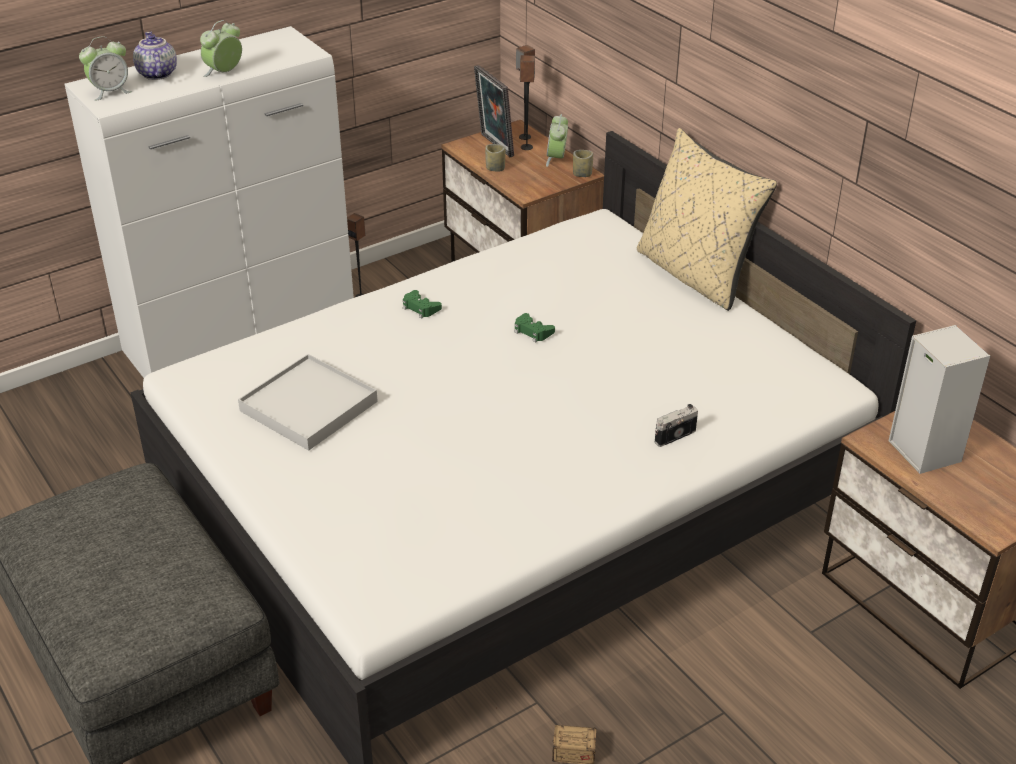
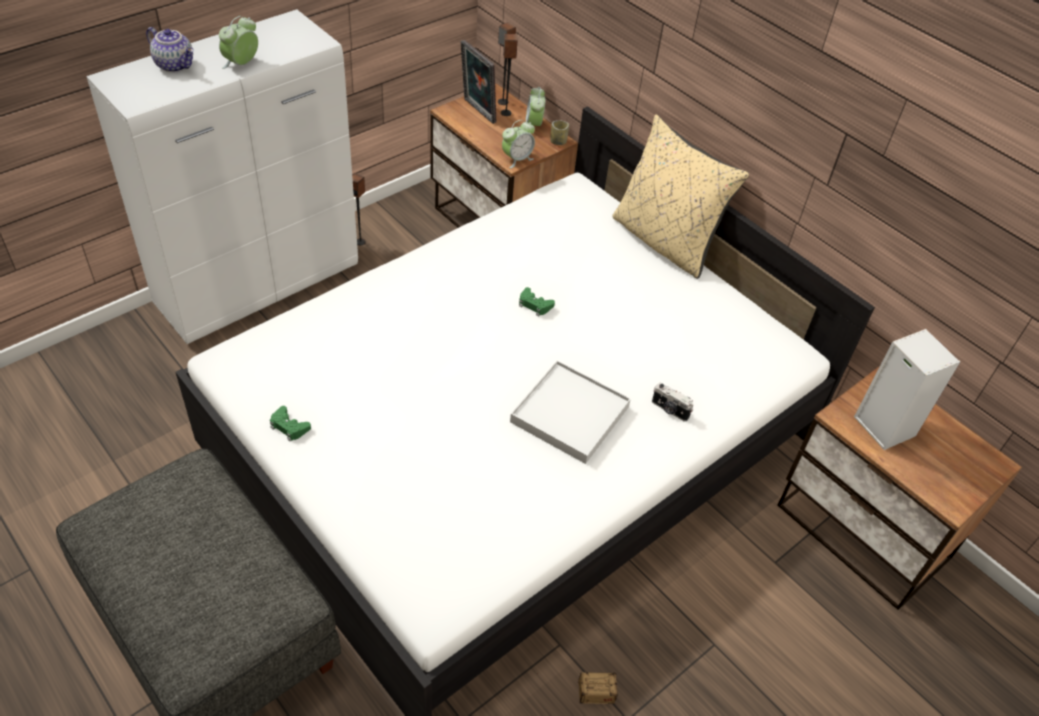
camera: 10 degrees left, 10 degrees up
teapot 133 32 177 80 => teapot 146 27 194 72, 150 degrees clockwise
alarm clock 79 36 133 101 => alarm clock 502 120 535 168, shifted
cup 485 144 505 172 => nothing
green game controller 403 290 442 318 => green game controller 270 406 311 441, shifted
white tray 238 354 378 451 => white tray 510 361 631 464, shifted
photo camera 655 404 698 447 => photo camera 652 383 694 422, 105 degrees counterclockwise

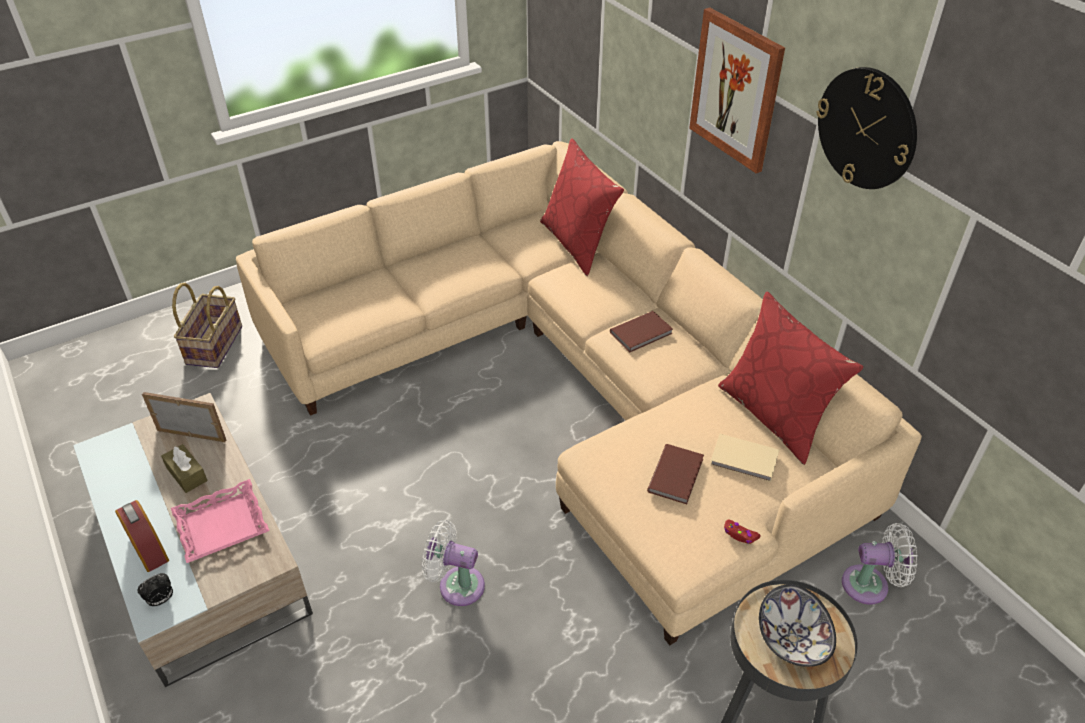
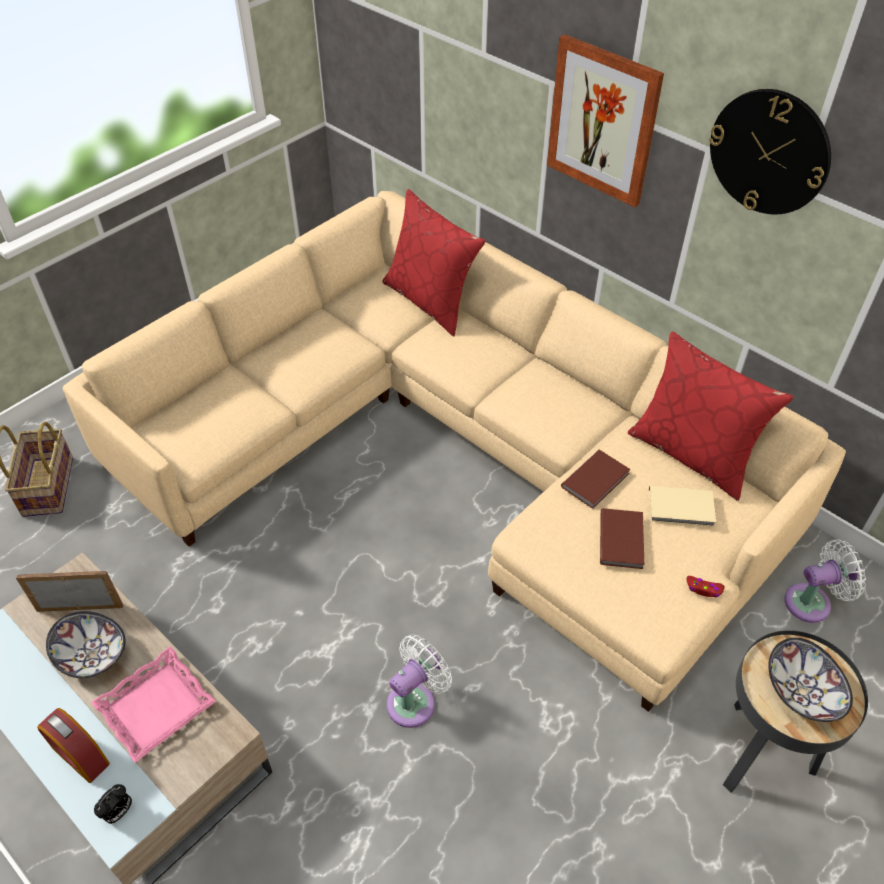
camera: 15 degrees left, 5 degrees up
brown book 610 311 673 352 => brown book 561 450 630 509, shifted
brown tissue box 161 444 208 493 => bowl 46 611 125 678
white fan 422 520 485 606 => white fan 387 635 452 728, 135 degrees clockwise

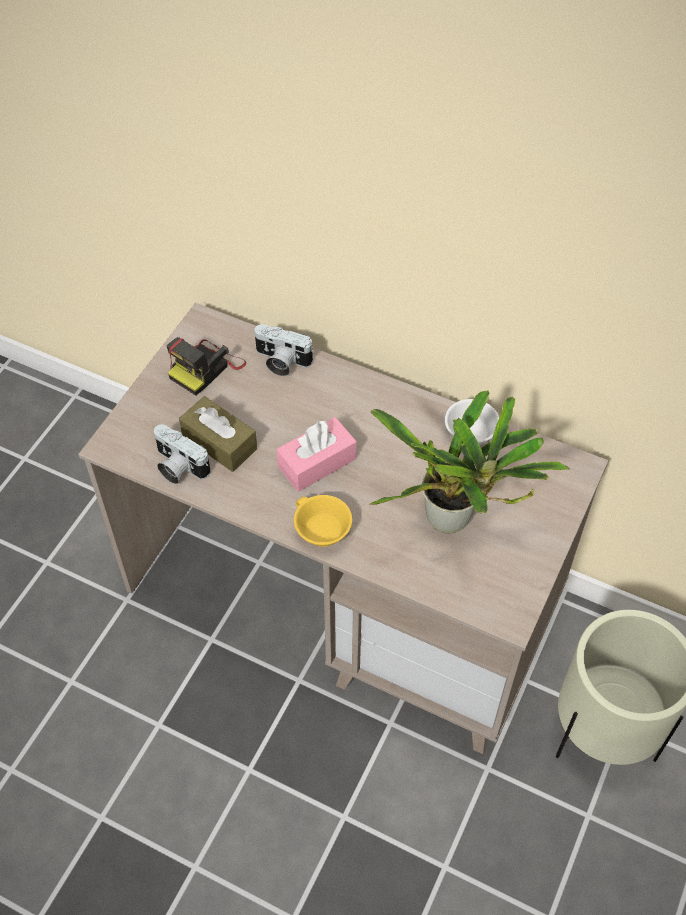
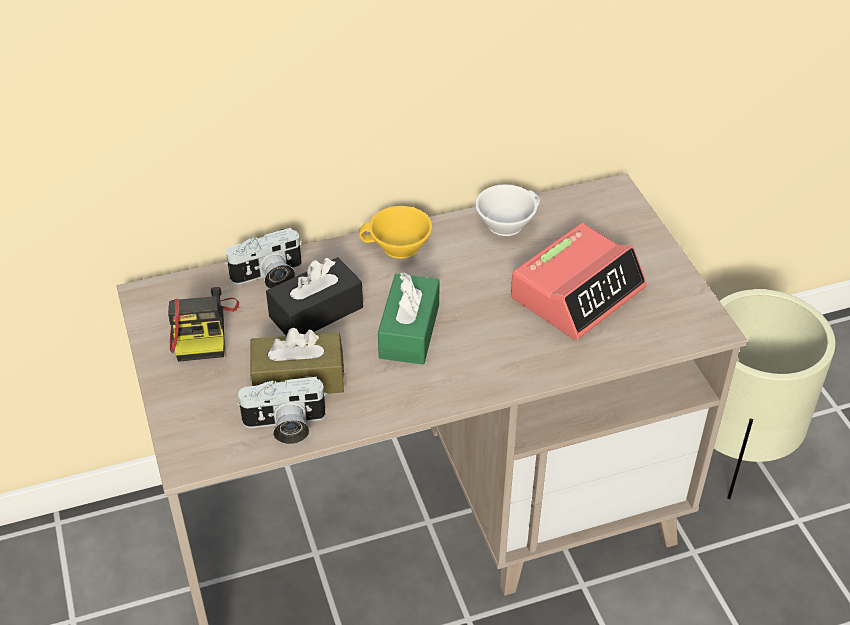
camera: 45 degrees left, 10 degrees down
potted plant 369 390 569 534 => alarm clock 511 223 647 340
pink tissue box 277 417 357 492 => green tissue box 378 272 440 365
yellow cup 294 495 352 547 => yellow cup 359 206 432 259, shifted
nothing => black tissue box 266 257 363 335

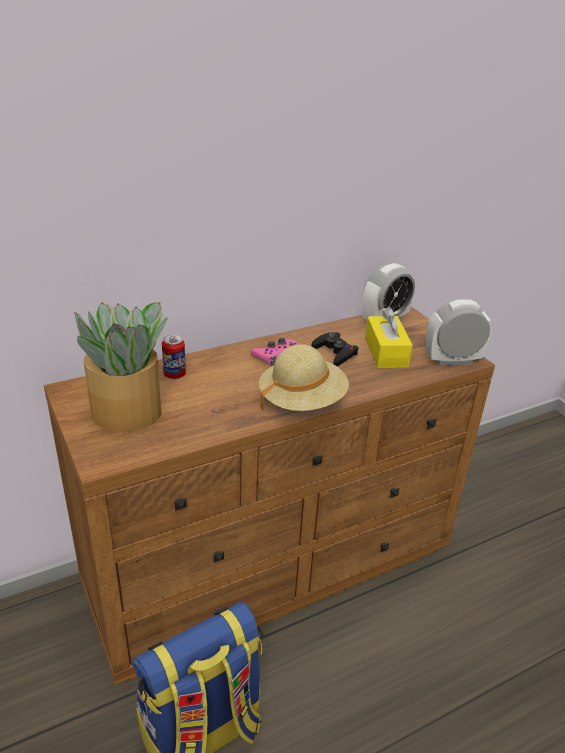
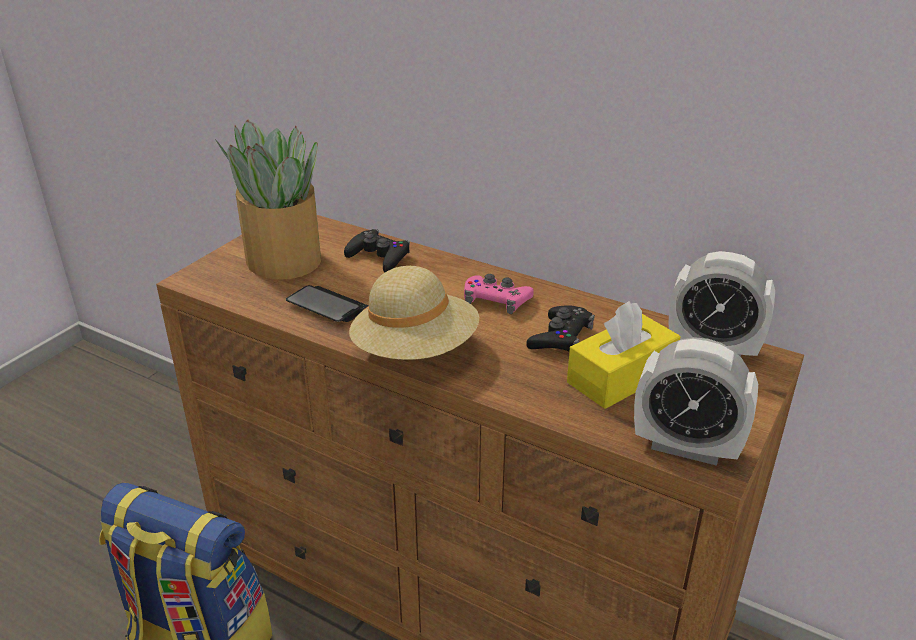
camera: 60 degrees right, 0 degrees up
alarm clock 426 299 492 366 => alarm clock 634 337 758 466, 150 degrees clockwise
can 162 334 186 379 => black game controller 344 229 410 272
nothing => phone 286 285 369 322

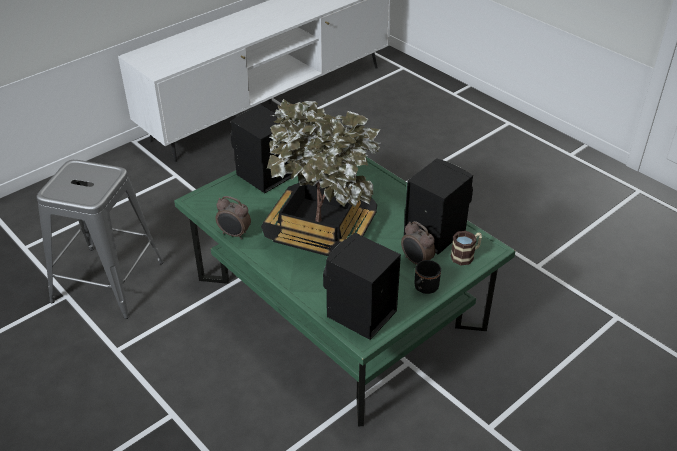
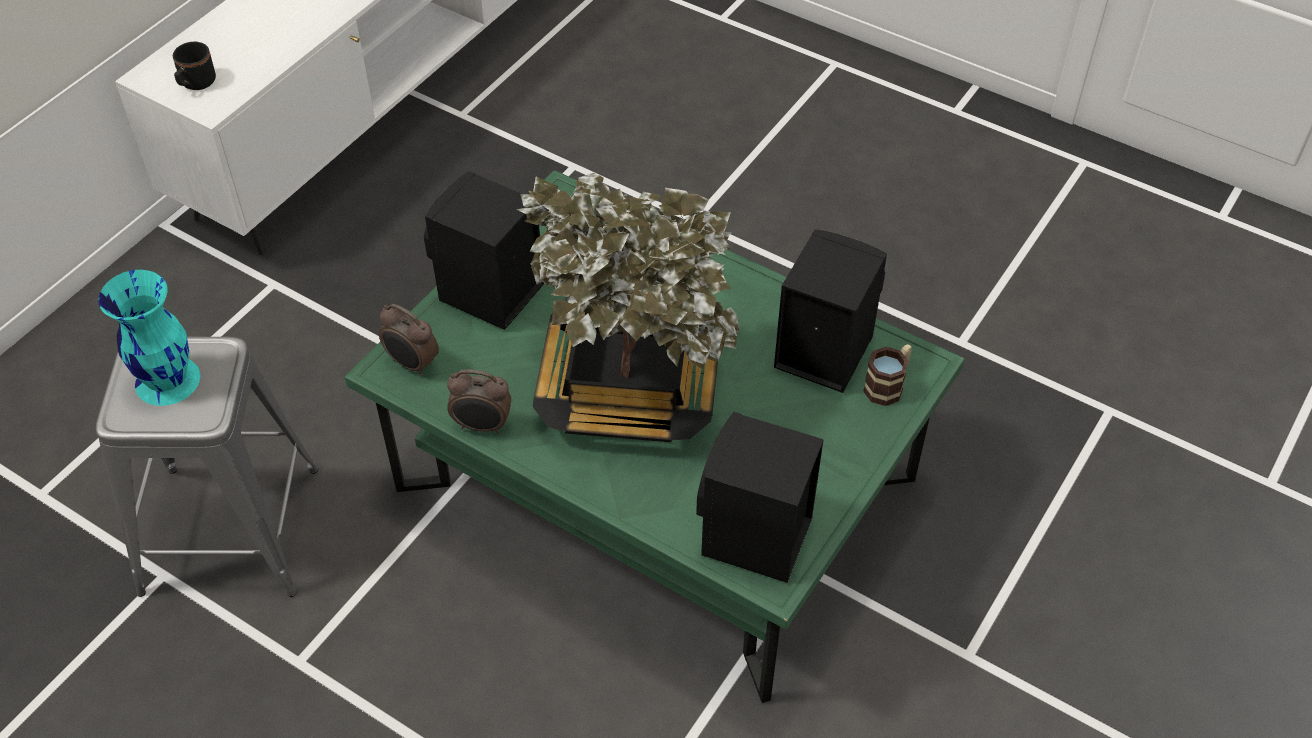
camera: 15 degrees left, 10 degrees up
alarm clock 401 221 435 265 => alarm clock 379 304 439 376, shifted
black mug 415 260 441 294 => black mug 173 42 216 90, shifted
nothing => turquoise vase 98 270 200 406

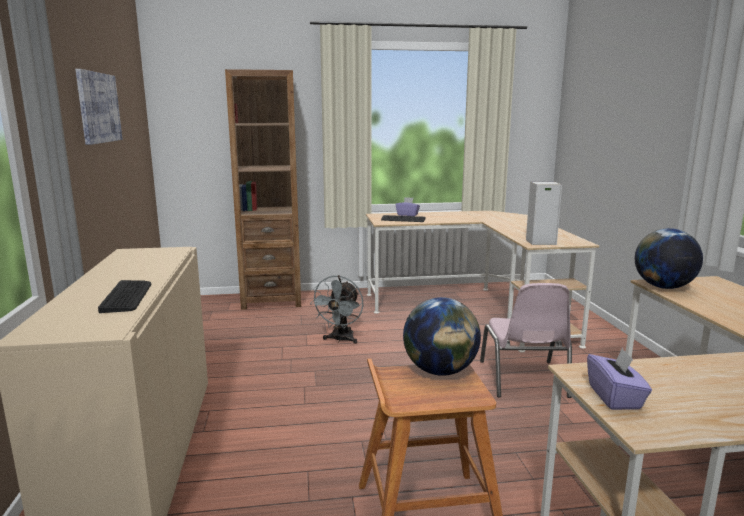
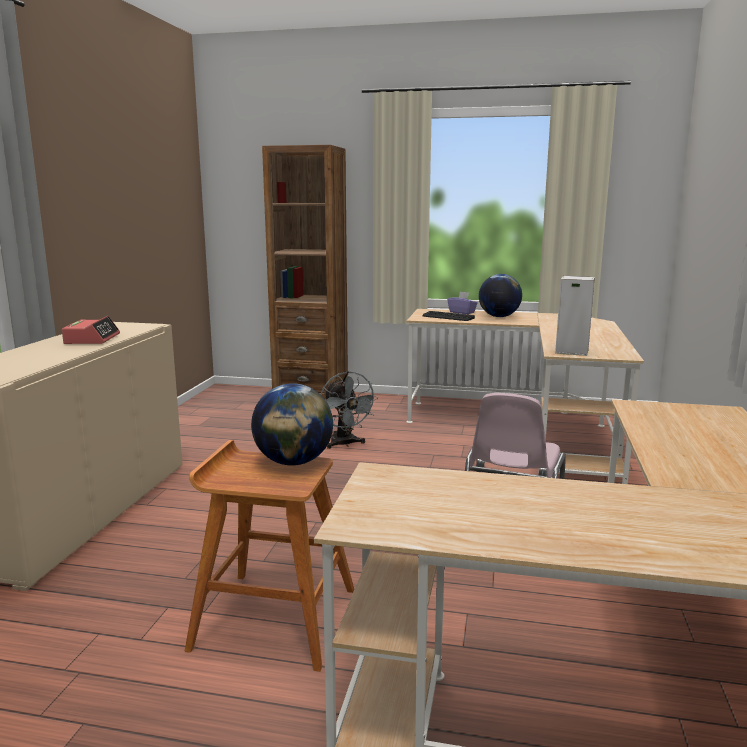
camera: 20 degrees right, 0 degrees up
picture 75 69 123 145 => nothing
globe 635 228 703 289 => globe 479 274 522 317, shifted
grey fan 310 275 364 344 => grey fan 320 371 378 449, 60 degrees counterclockwise
keyboard 98 280 151 313 => nothing
purple tissue box 587 348 652 410 => nothing
nothing => alarm clock 62 316 120 344

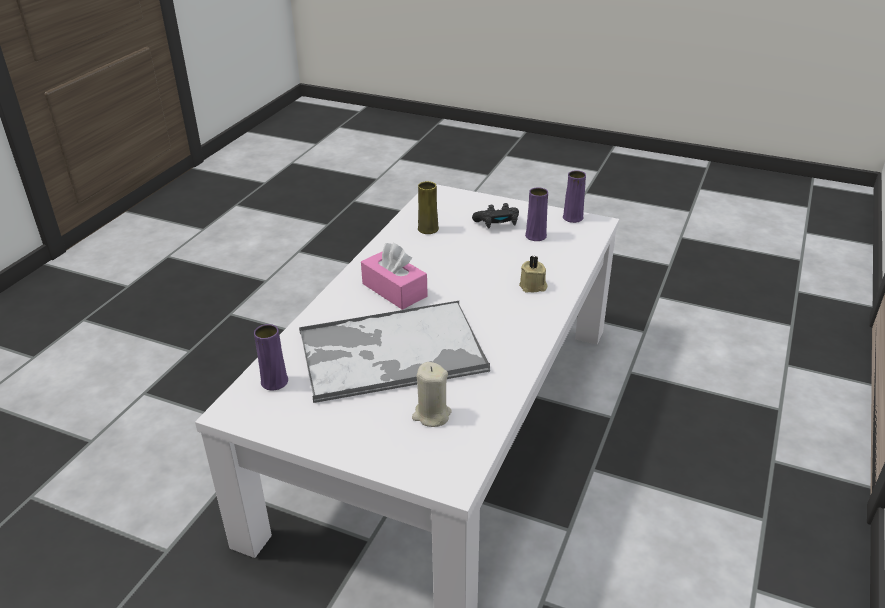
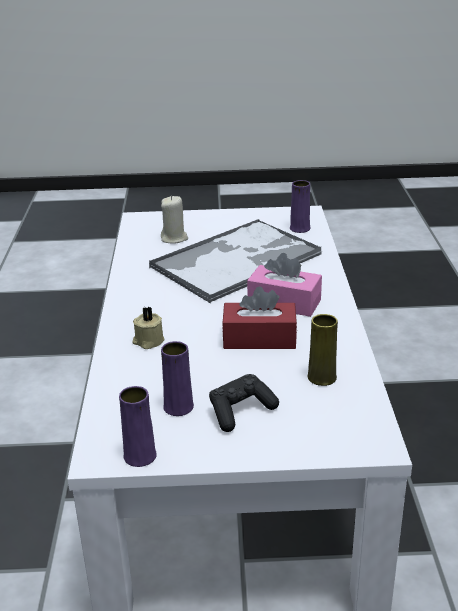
camera: 155 degrees right, 5 degrees down
nothing => red tissue box 222 286 297 349

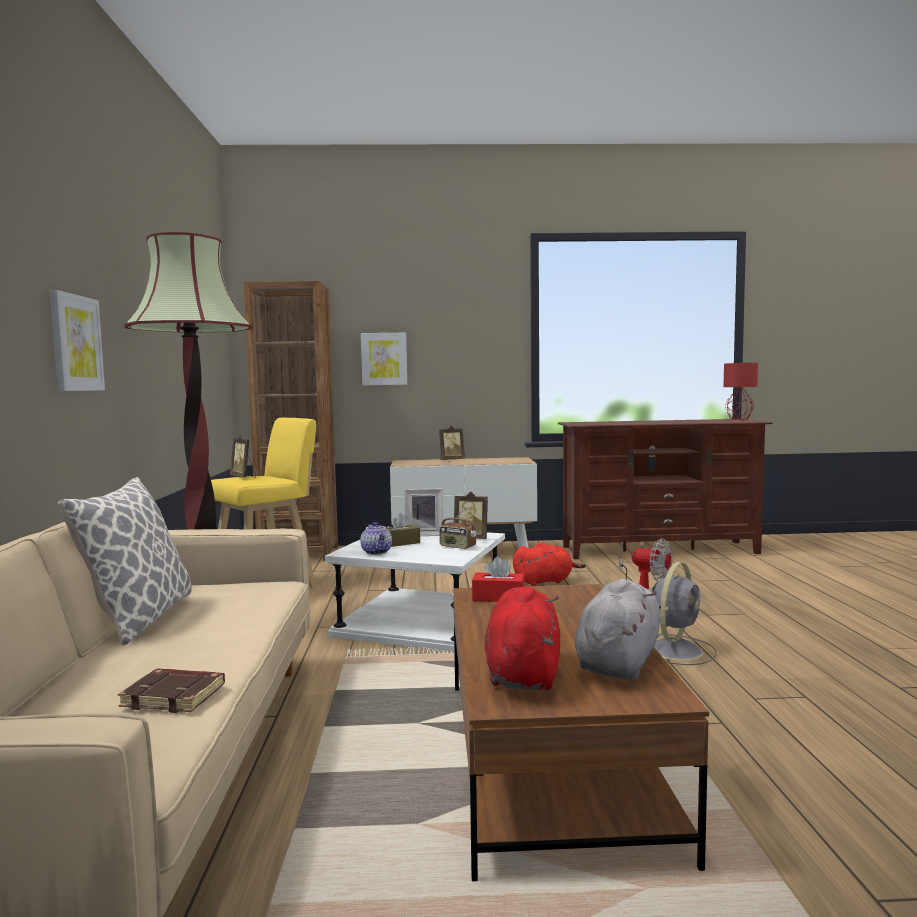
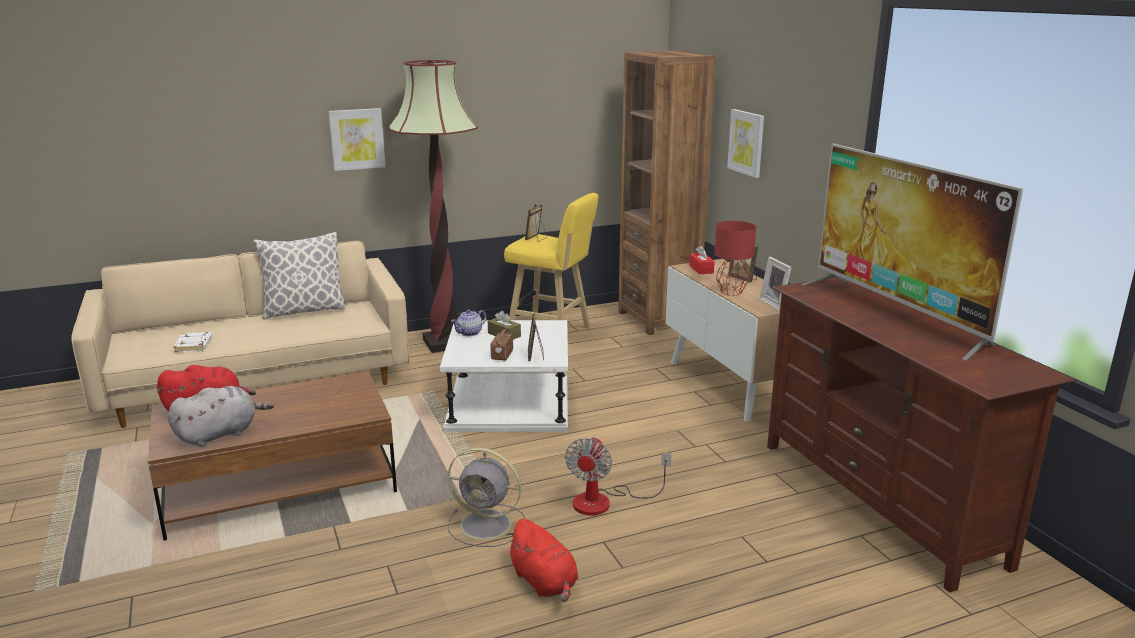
camera: 70 degrees right, 15 degrees up
red table lamp 723 363 758 420 => red table lamp 714 221 756 296, shifted
picture frame 404 489 443 536 => picture frame 759 257 792 311, shifted
red plush toy 513 542 586 586 => red plush toy 506 518 578 602, shifted
red tissue box 472 557 525 602 => red tissue box 689 245 715 274, shifted
grey plush toy 575 579 661 681 => grey plush toy 167 386 274 447, 45 degrees counterclockwise
brown book 118 669 225 713 => white book 173 332 212 352
nothing => television 801 144 1023 360

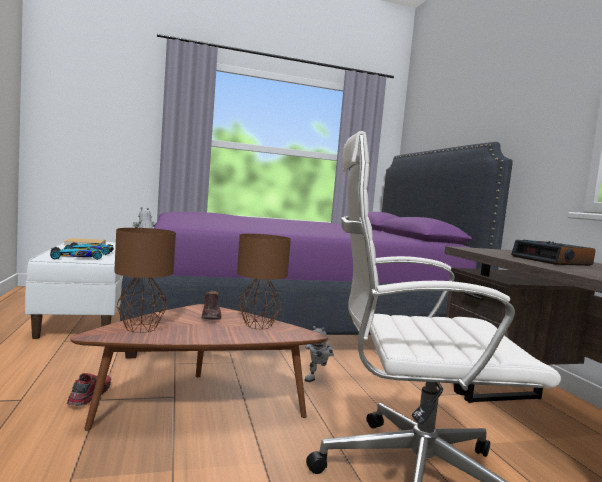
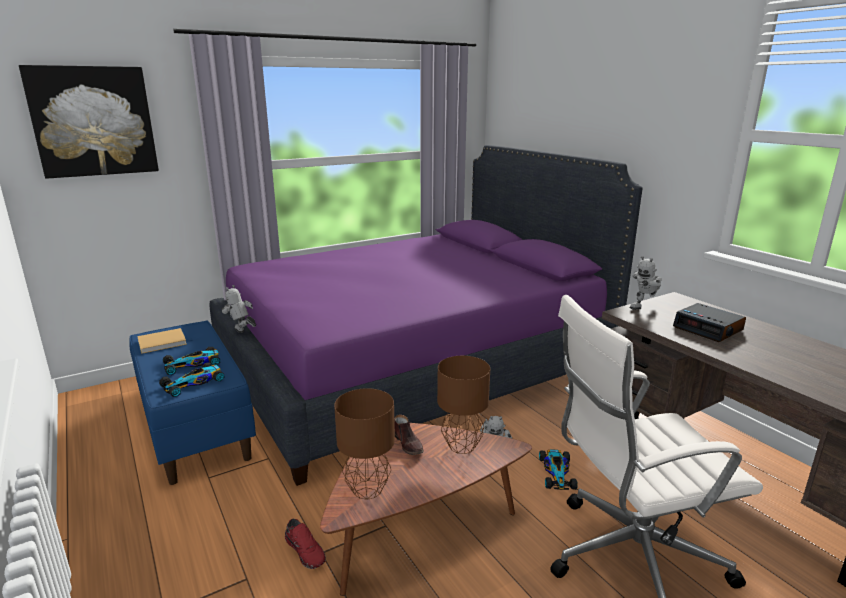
camera: 15 degrees left, 15 degrees up
white bench 25 242 123 339 => blue bench 129 321 256 485
red shoe 67 373 111 406 => red shoe 285 519 326 569, 150 degrees clockwise
nothing => picture 19 65 159 179
nothing => toy robot 630 256 661 310
nothing => toy car 539 450 578 490

